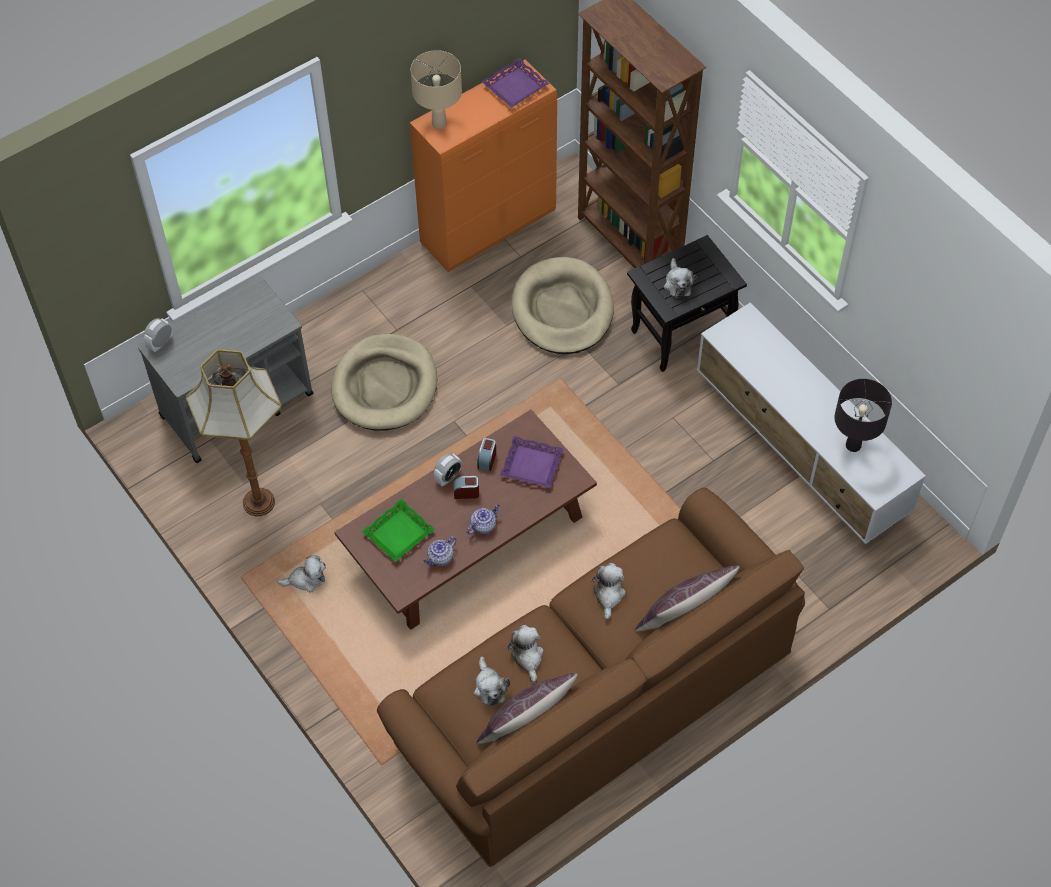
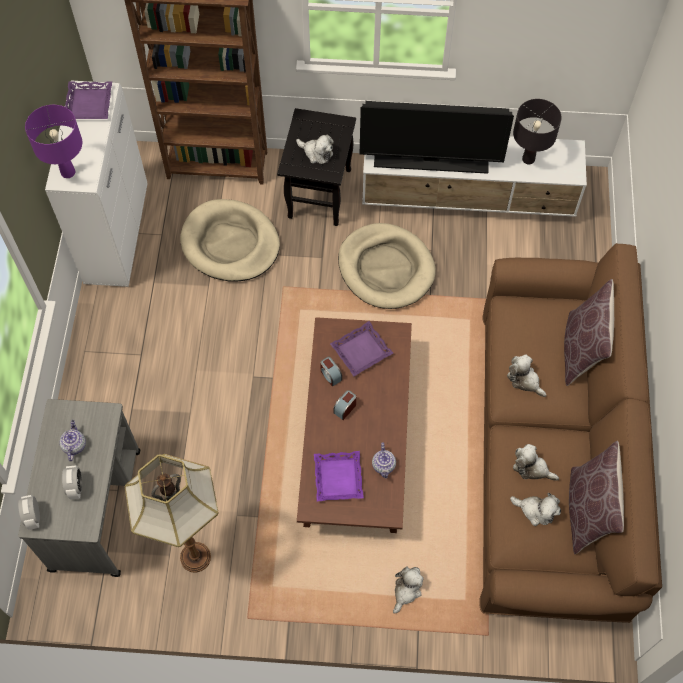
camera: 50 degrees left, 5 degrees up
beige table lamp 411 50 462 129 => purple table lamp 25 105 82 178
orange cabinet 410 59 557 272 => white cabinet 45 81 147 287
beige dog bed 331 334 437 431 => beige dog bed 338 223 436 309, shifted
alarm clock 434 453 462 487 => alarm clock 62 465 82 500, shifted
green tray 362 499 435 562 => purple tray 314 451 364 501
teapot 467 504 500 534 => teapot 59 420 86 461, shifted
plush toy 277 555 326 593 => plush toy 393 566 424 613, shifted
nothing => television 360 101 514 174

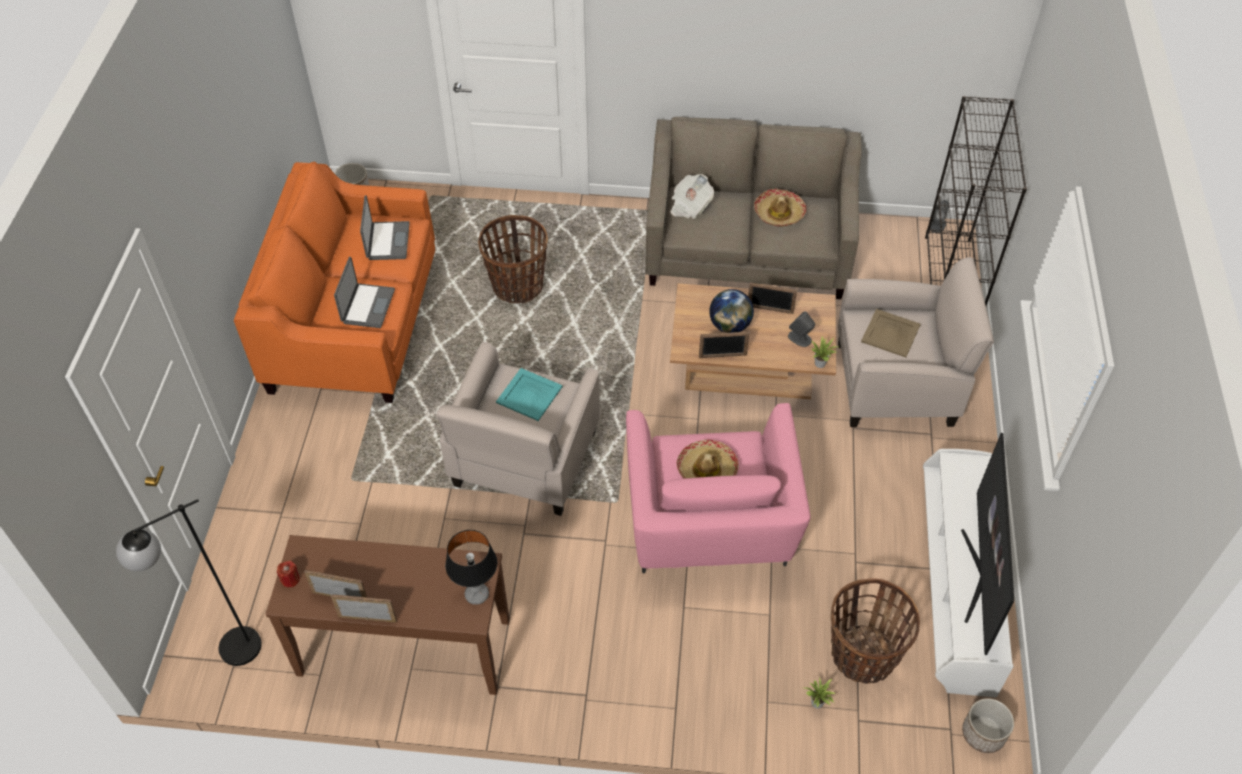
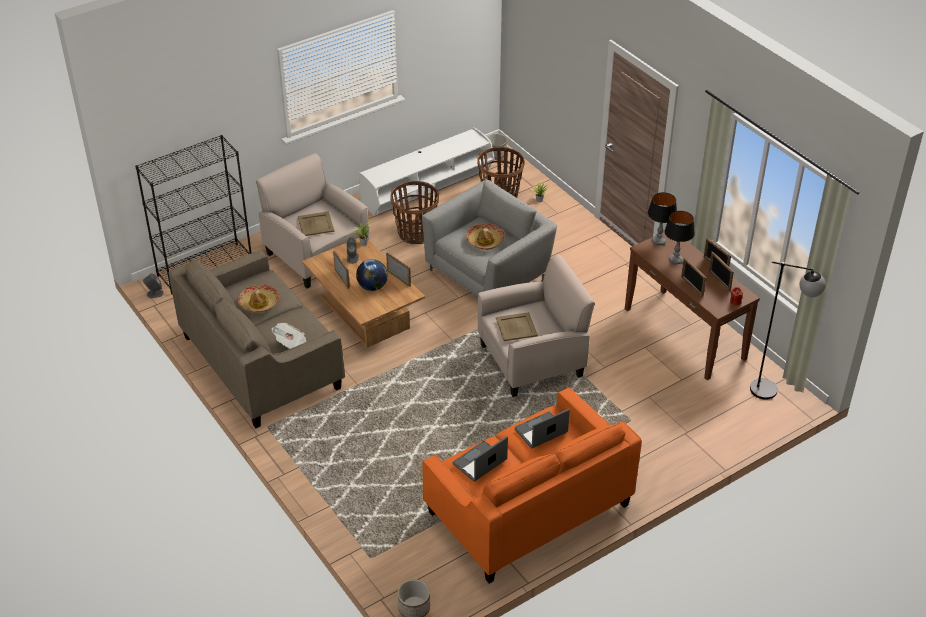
camera: 130 degrees left, 10 degrees down
basket 478 215 548 304 => basket 390 181 439 244, shifted
turquoise tray 496 368 563 421 => beige tray 496 312 538 341
pink armchair 626 403 811 573 => grey armchair 422 180 557 297
television 961 433 1014 655 => nothing
nothing => table lamp 665 211 695 264
nothing => picture frame 681 257 706 297

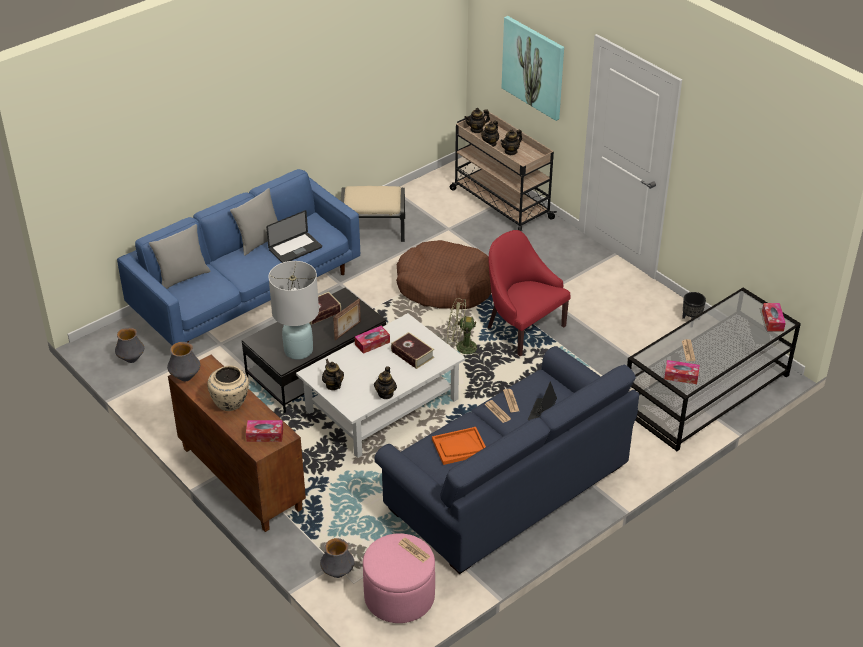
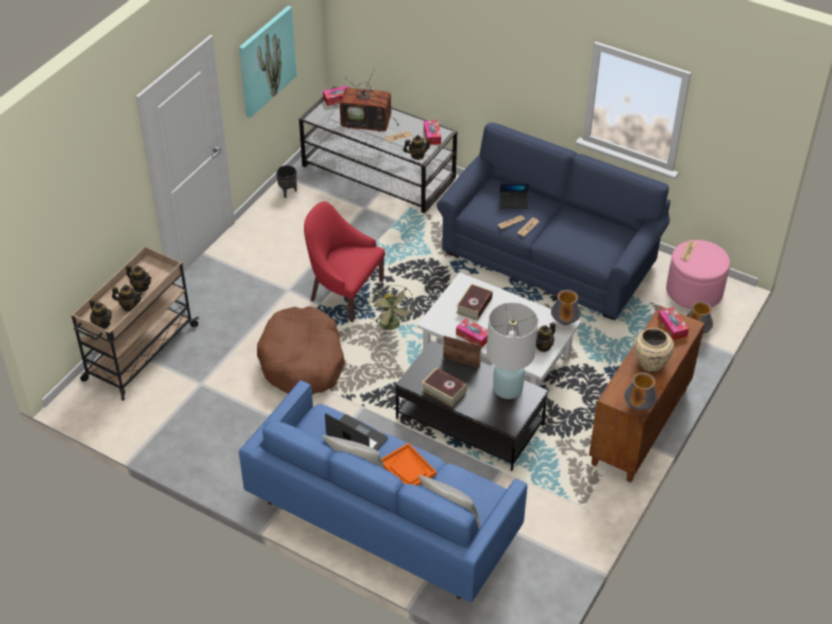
camera: 110 degrees left, 5 degrees up
picture 502 16 564 121 => picture 239 6 297 118, shifted
beige ottoman 341 186 405 242 => nothing
red armchair 488 230 571 356 => red armchair 304 201 385 322, 90 degrees clockwise
vase 115 328 144 363 => vase 551 290 581 325, shifted
teapot 374 366 397 399 => teapot 403 135 432 160, shifted
orange tray 432 427 486 465 => orange tray 382 443 437 486, shifted
nothing => television 340 70 399 132

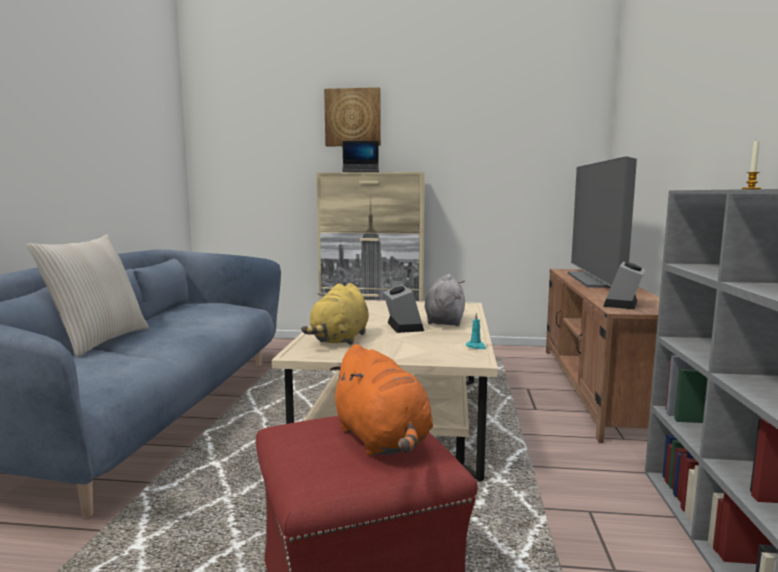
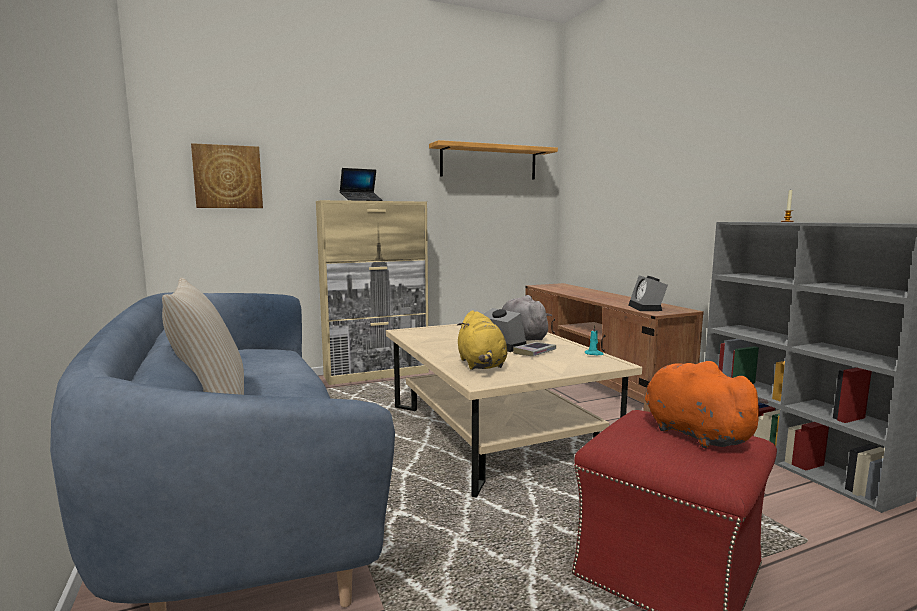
camera: 30 degrees left, 0 degrees up
picture 324 87 381 146 => picture 191 143 263 208, shifted
television 568 156 637 288 => nothing
orange plush toy 330 344 433 456 => orange plush toy 645 361 769 448, 150 degrees counterclockwise
nothing => shelf 429 140 558 180
nothing => book 513 342 556 356

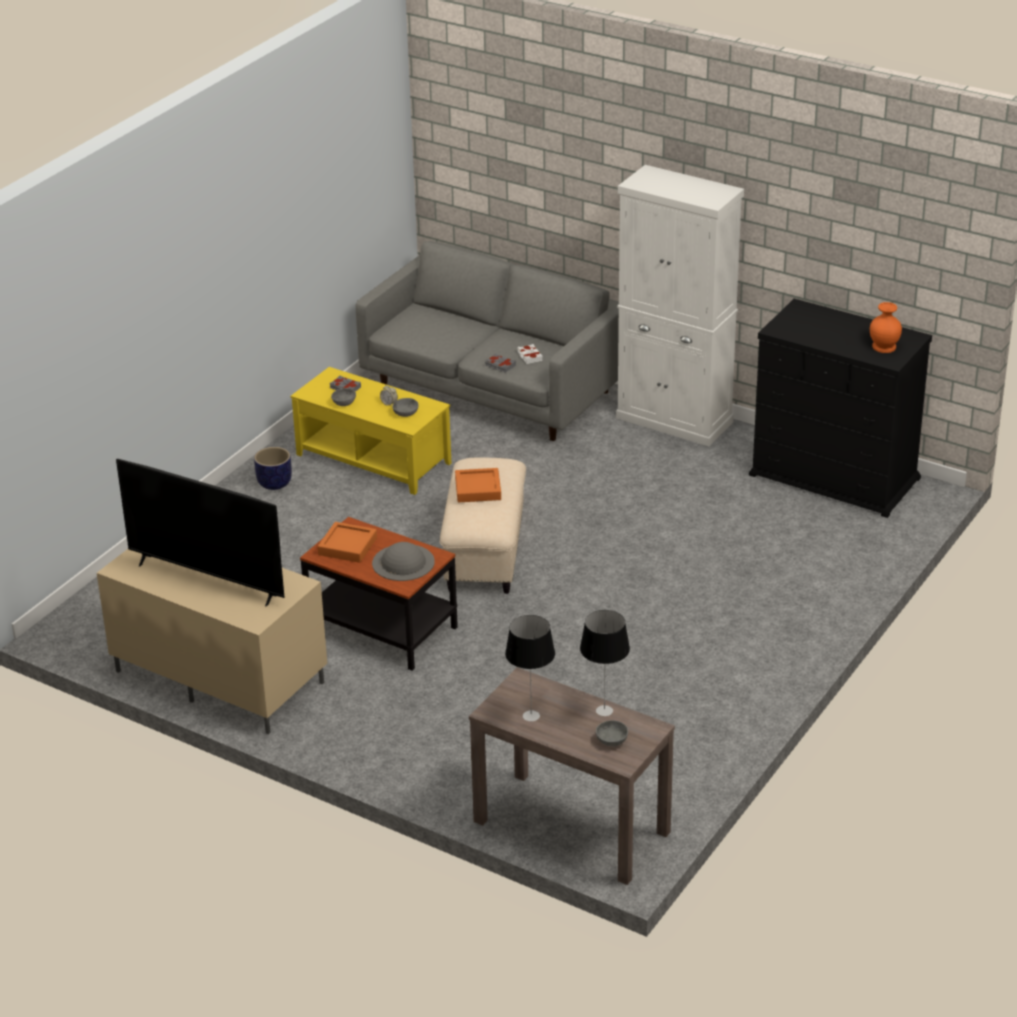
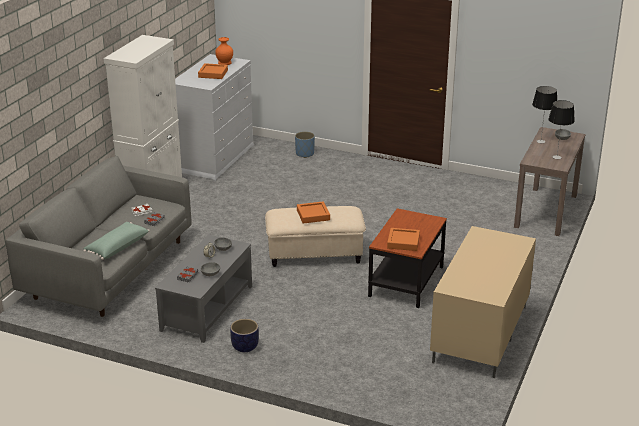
camera: 100 degrees left, 5 degrees down
black dresser 749 299 932 518 => white dresser 175 54 254 181
yellow coffee table 291 367 451 495 => grey coffee table 155 234 252 343
television 116 459 285 607 => nothing
grey hat 372 542 435 581 => nothing
nothing => orange tray 198 63 228 79
nothing => blue planter 295 131 315 158
nothing => green pillow 83 222 150 260

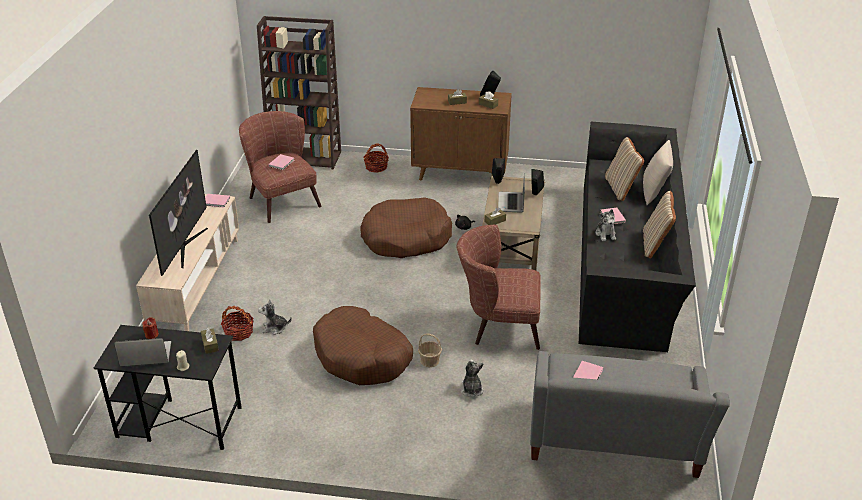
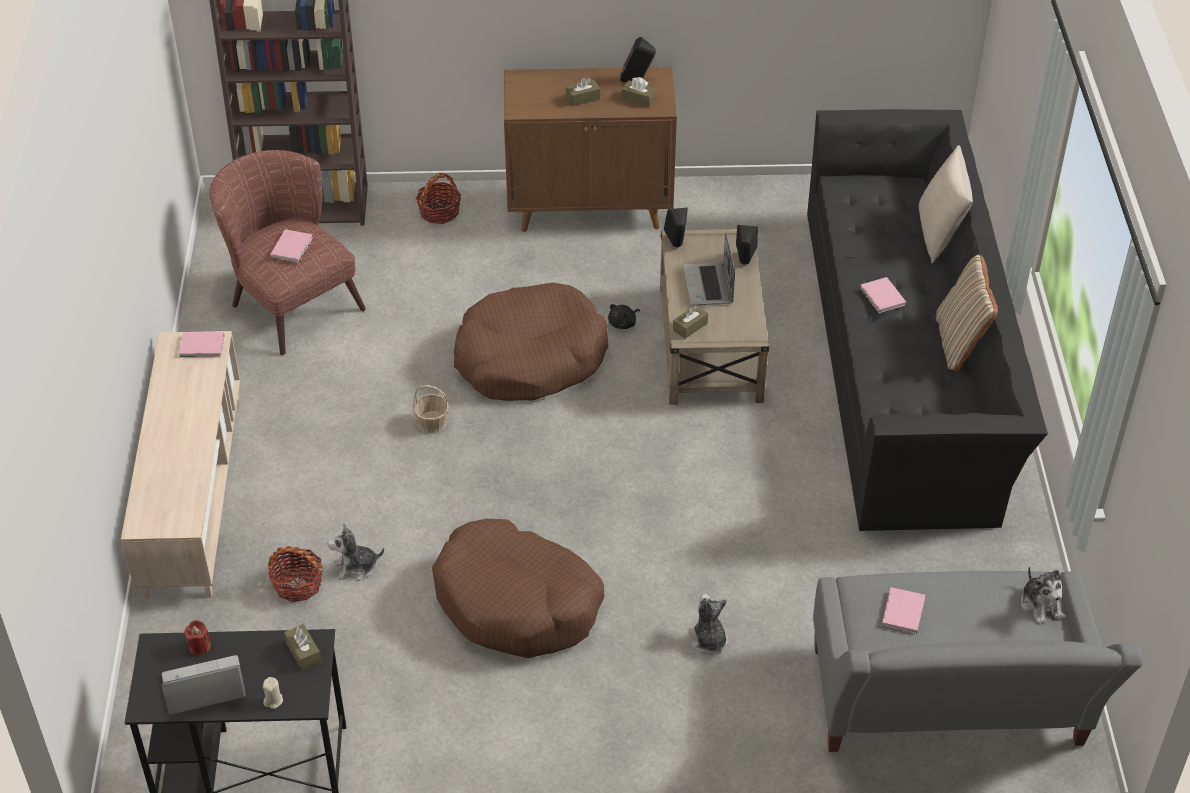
camera: 10 degrees left, 10 degrees up
beige pillow 605 137 644 201 => nothing
television 149 150 208 276 => nothing
plush toy 595 209 616 241 => plush toy 1021 566 1063 624, shifted
brown armchair 457 225 541 350 => nothing
basket 418 334 442 367 => basket 413 385 449 434, shifted

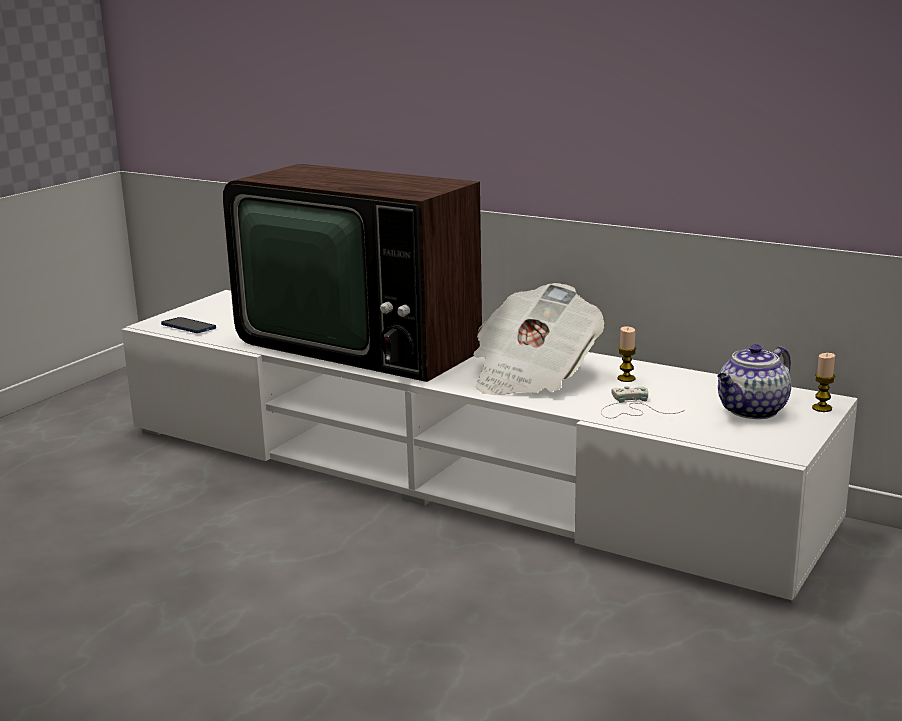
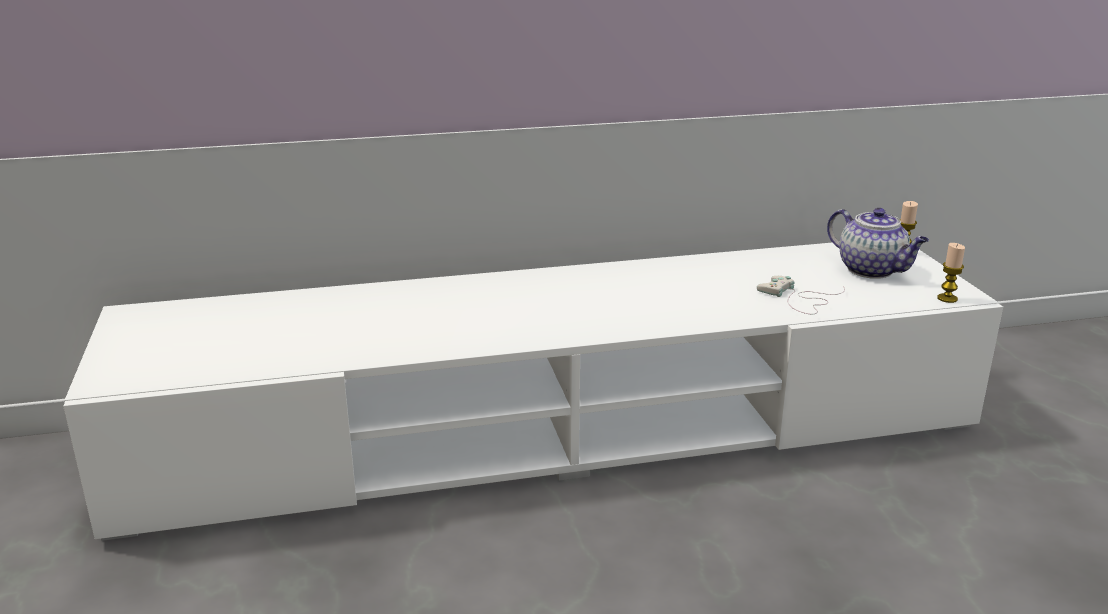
camera: 45 degrees left, 5 degrees up
television 223 164 482 382 => nothing
newspaper 473 283 605 395 => nothing
phone 161 317 216 333 => nothing
candle 617 326 636 382 => candle 937 243 965 303, shifted
teapot 717 344 791 419 => teapot 827 208 929 279, 45 degrees counterclockwise

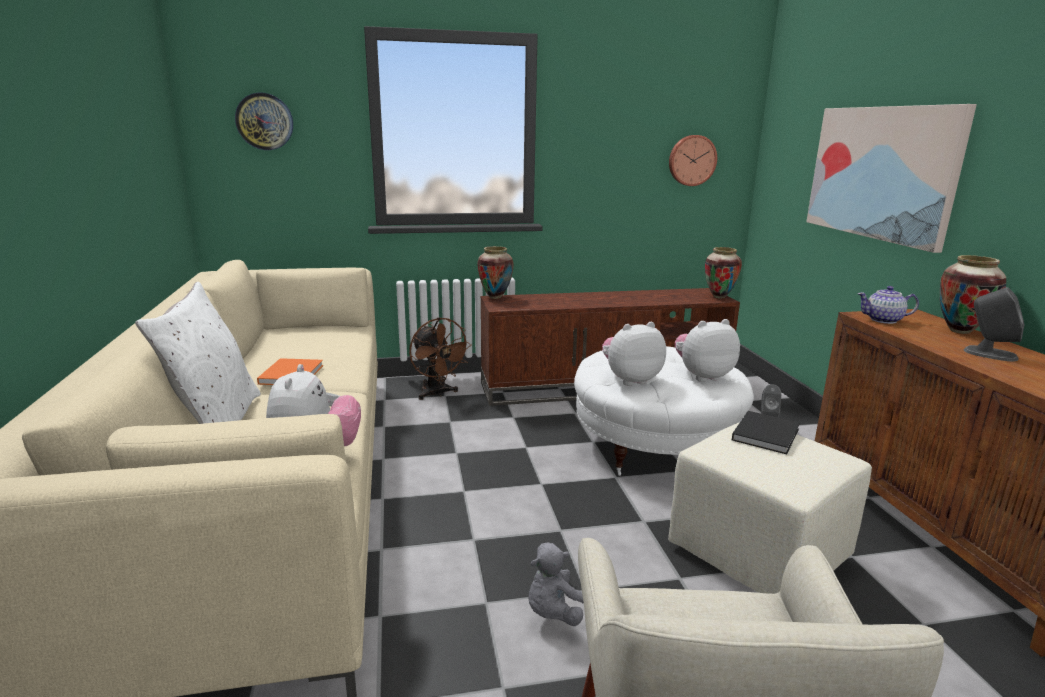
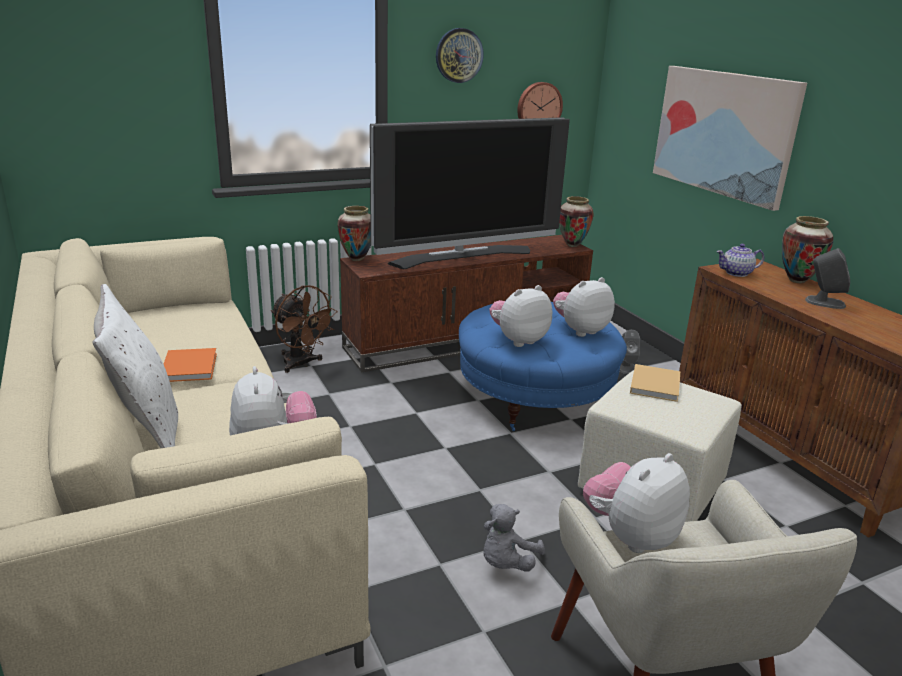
camera: 15 degrees left, 5 degrees up
wall clock 235 93 293 150 => wall clock 436 28 484 83, shifted
white ottoman 574 346 754 476 => blue ottoman 459 302 627 431
black book 732 411 800 454 => beige book 630 364 680 402
nothing => television 370 117 570 269
nothing => plush toy 583 453 690 553

